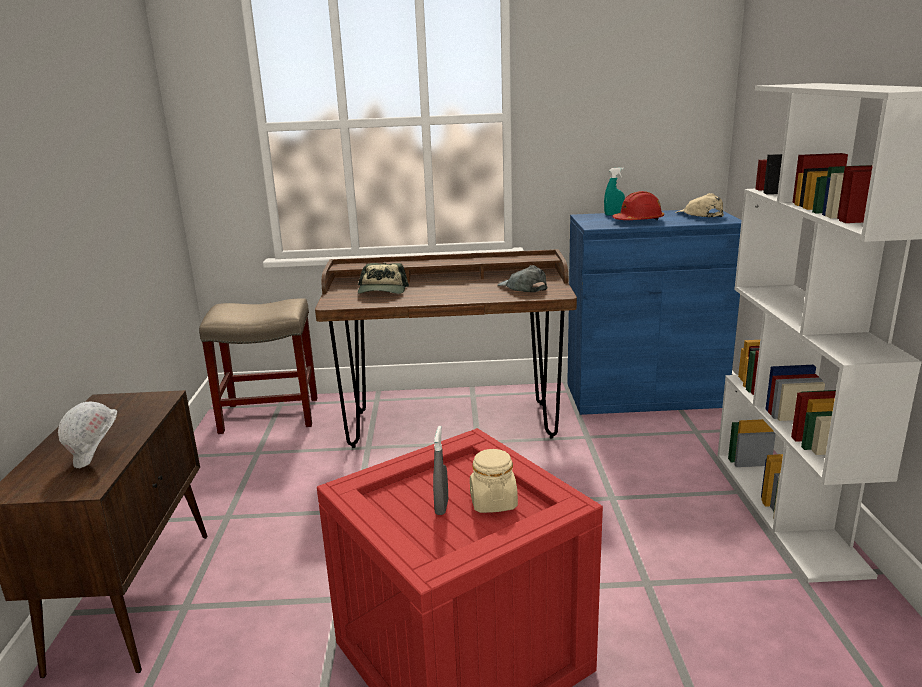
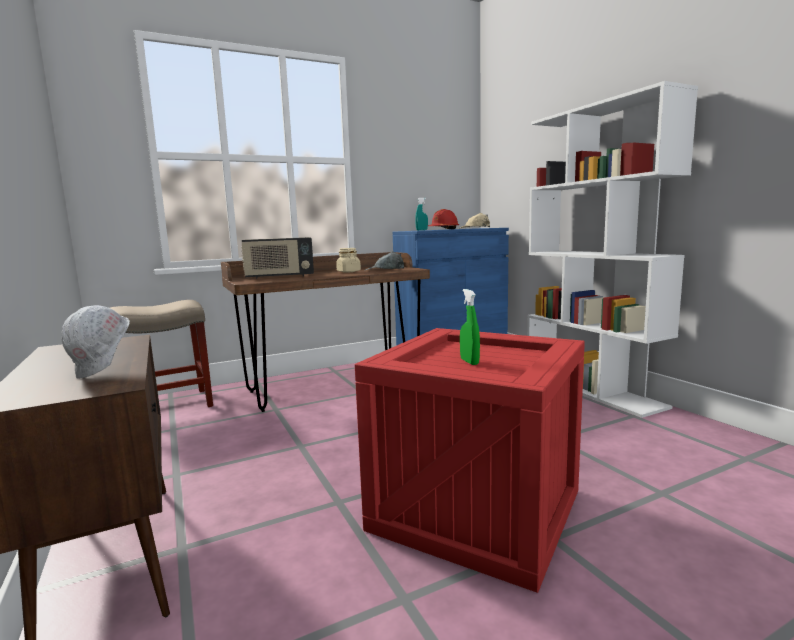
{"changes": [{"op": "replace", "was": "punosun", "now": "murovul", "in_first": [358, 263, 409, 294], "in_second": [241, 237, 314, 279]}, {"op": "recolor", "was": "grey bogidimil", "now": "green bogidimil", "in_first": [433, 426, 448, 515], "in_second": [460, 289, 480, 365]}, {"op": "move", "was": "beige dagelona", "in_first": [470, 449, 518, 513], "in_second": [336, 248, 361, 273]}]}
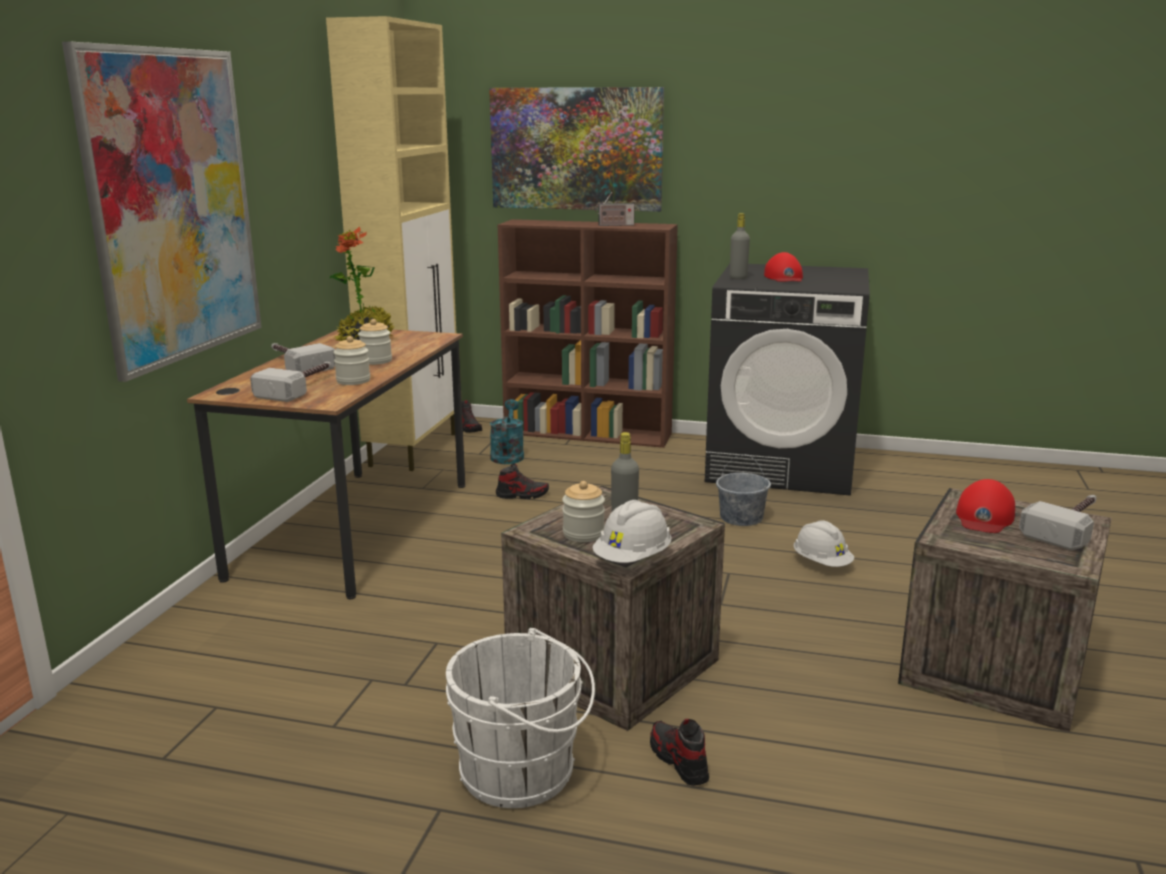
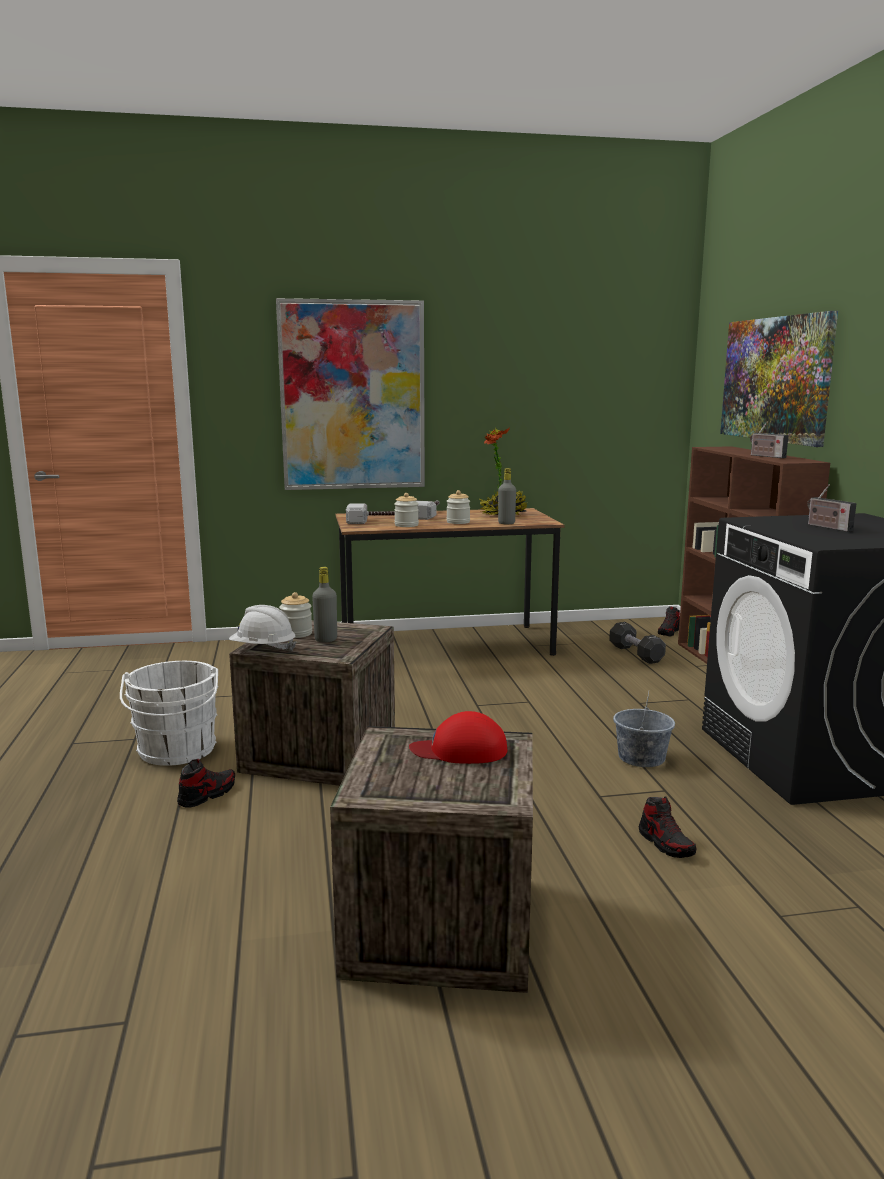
{"changes": [{"op": "delete", "was": "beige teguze", "in_first": [326, 16, 456, 471]}, {"op": "move", "was": "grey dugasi", "in_first": [730, 213, 750, 279], "in_second": [498, 468, 516, 524]}, {"op": "replace", "was": "red punosun", "now": "murovul", "in_first": [764, 252, 803, 282], "in_second": [807, 484, 857, 532]}, {"op": "replace", "was": "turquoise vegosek", "now": "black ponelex", "in_first": [490, 399, 524, 464], "in_second": [609, 622, 666, 664]}, {"op": "move", "was": "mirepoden", "in_first": [496, 464, 549, 499], "in_second": [639, 796, 696, 858]}, {"op": "delete", "was": "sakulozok", "in_first": [1019, 495, 1097, 550]}, {"op": "delete", "was": "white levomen", "in_first": [793, 520, 854, 567]}]}
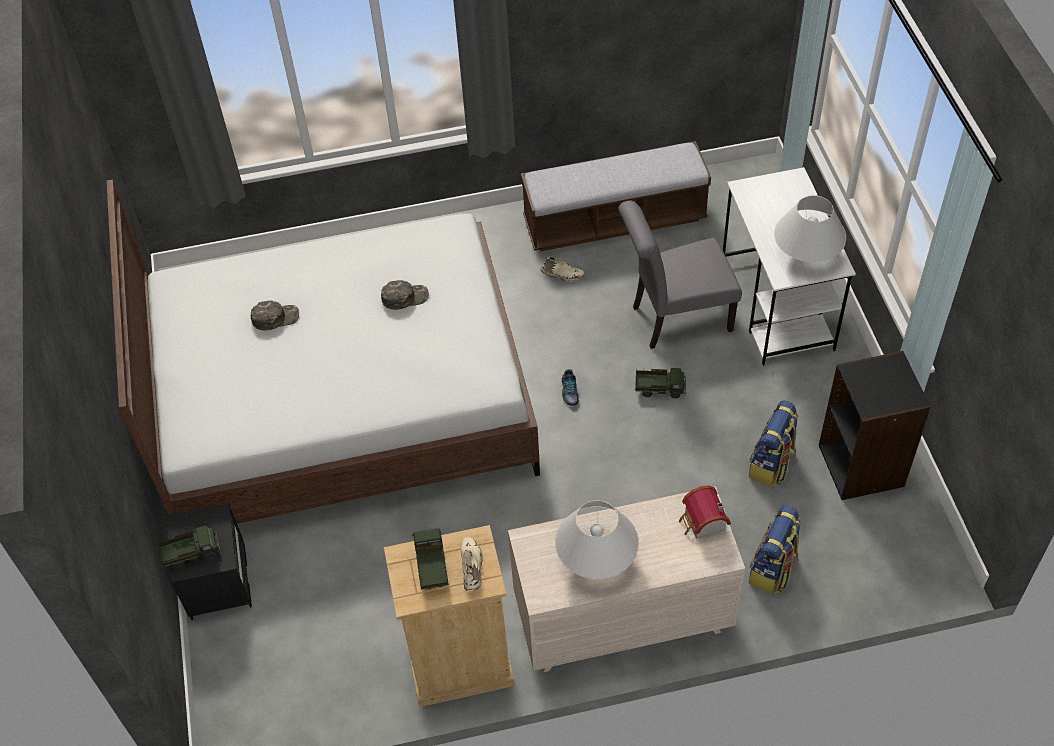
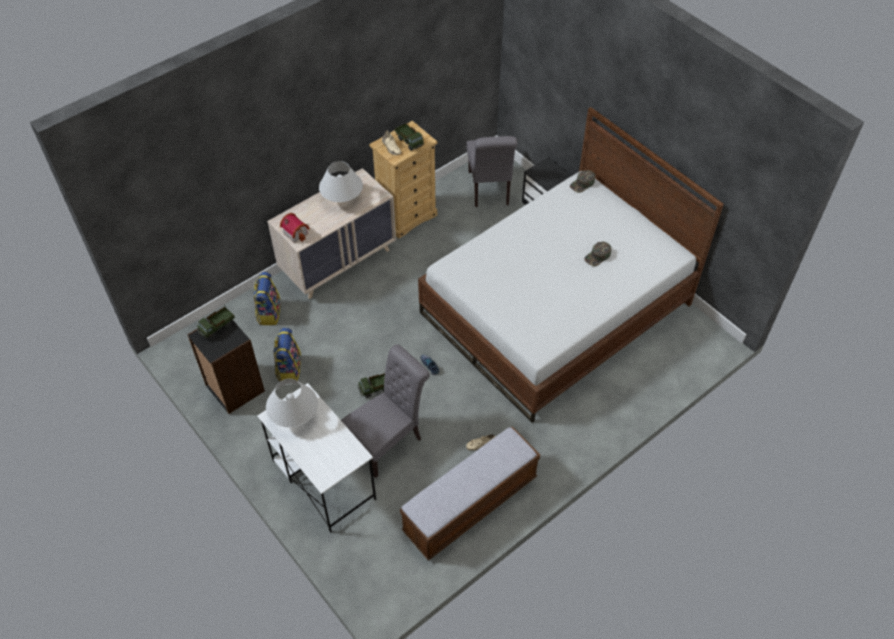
{"changes": [{"op": "move", "was": "green punosun", "in_first": [381, 280, 429, 310], "in_second": [570, 170, 595, 193]}, {"op": "move", "was": "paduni", "in_first": [157, 525, 221, 569], "in_second": [197, 305, 235, 339]}, {"op": "insert", "now": "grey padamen", "in_second": [467, 136, 517, 207]}]}
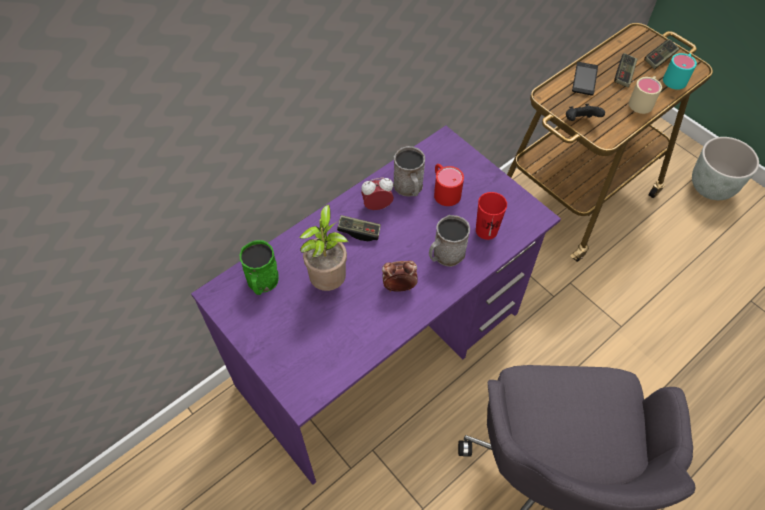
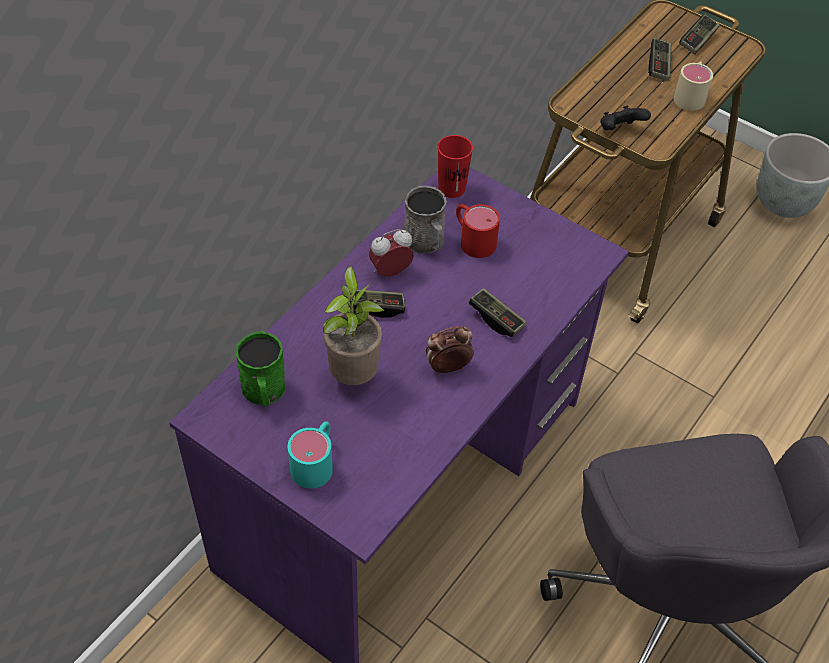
{"changes": [{"op": "move", "was": "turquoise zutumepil", "in_first": [663, 53, 697, 90], "in_second": [288, 421, 333, 489]}, {"op": "delete", "was": "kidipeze", "in_first": [572, 62, 598, 96]}, {"op": "move", "was": "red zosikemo", "in_first": [476, 192, 507, 240], "in_second": [438, 135, 473, 198]}, {"op": "replace", "was": "grey zutumepil", "now": "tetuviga", "in_first": [429, 215, 470, 267], "in_second": [469, 288, 527, 337]}]}
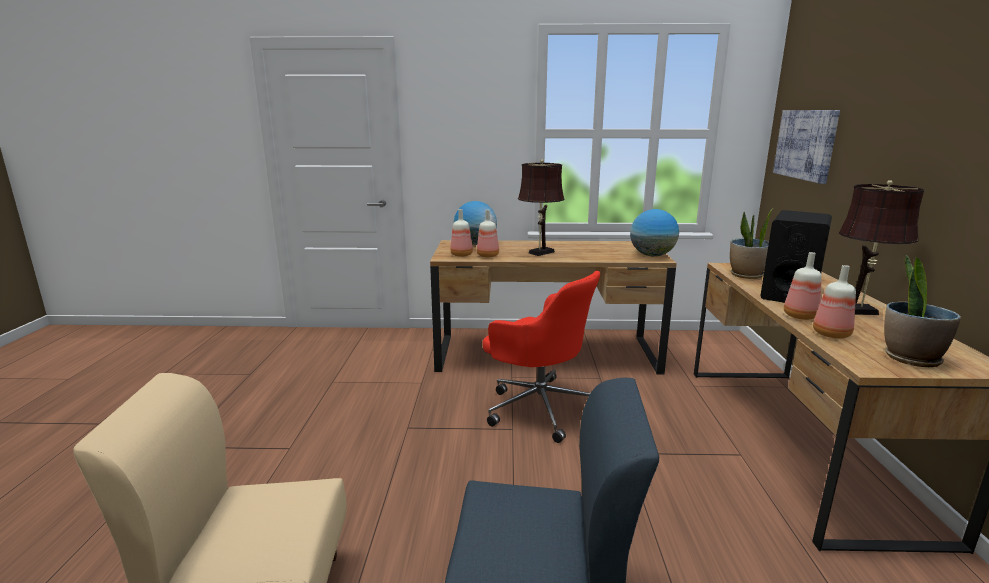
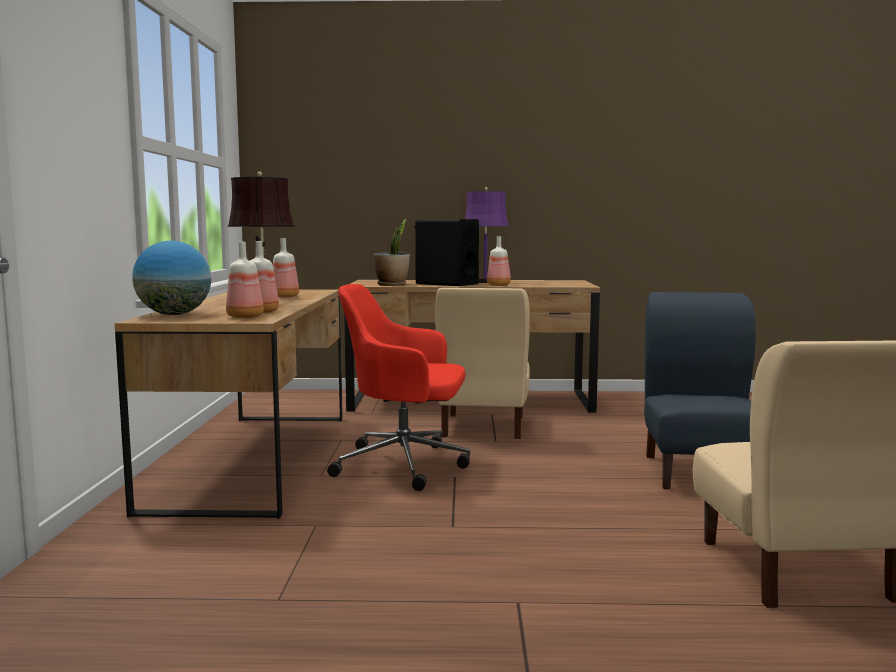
{"changes": [{"op": "delete", "was": "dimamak", "in_first": [773, 110, 840, 184]}, {"op": "recolor", "was": "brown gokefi", "now": "purple gokefi", "in_first": [839, 180, 925, 315], "in_second": [465, 187, 509, 283]}, {"op": "delete", "was": "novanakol", "in_first": [630, 209, 679, 256]}, {"op": "delete", "was": "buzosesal", "in_first": [884, 255, 961, 367]}, {"op": "move", "was": "dugasi", "in_first": [813, 265, 856, 339], "in_second": [273, 238, 299, 298]}, {"op": "rotate", "was": "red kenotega", "in_first": [483, 271, 600, 443], "in_second": [327, 284, 470, 491], "clockwise": -120}, {"op": "insert", "now": "beige padamen", "in_second": [435, 288, 530, 439]}]}
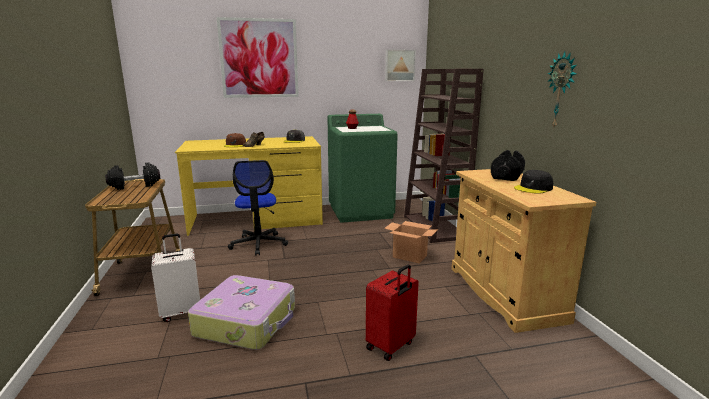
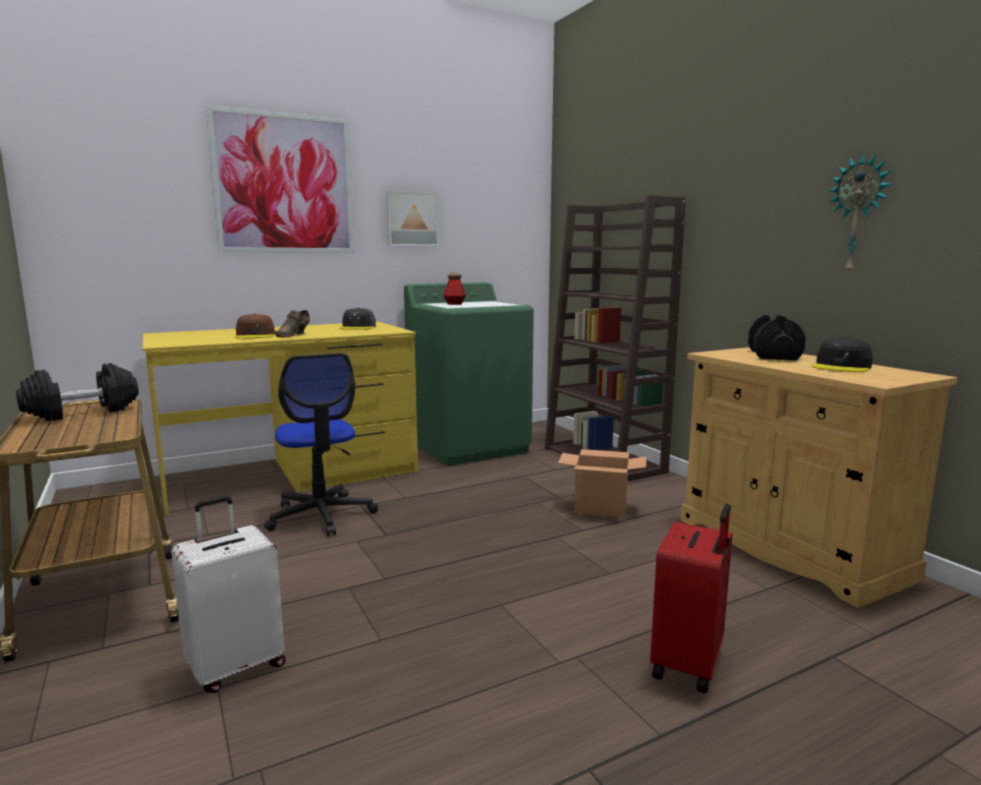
{"changes": [{"op": "move", "was": "dimamak", "in_first": [385, 49, 416, 81], "in_second": [386, 190, 439, 246]}, {"op": "delete", "was": "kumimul", "in_first": [188, 275, 295, 350]}]}
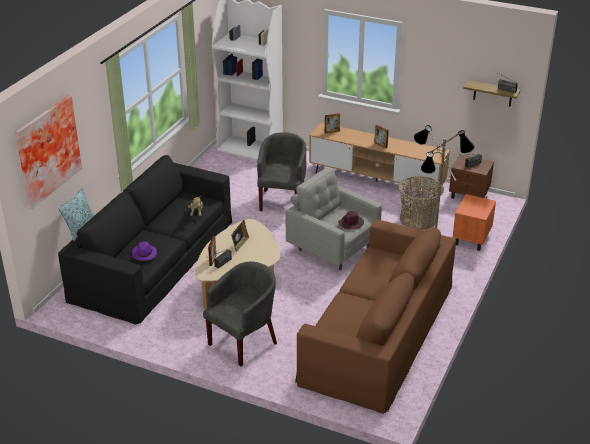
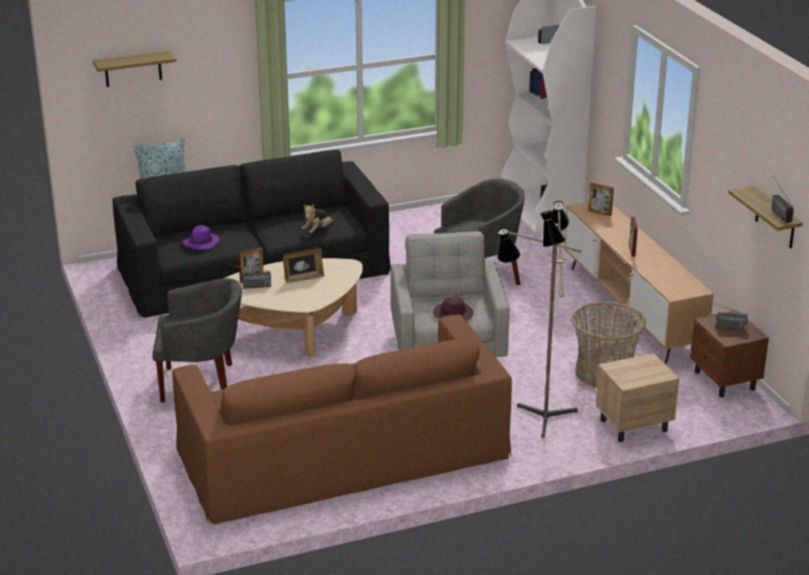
{"changes": [{"op": "replace", "was": "dimamak", "now": "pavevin", "in_first": [15, 95, 82, 209], "in_second": [93, 51, 176, 87]}, {"op": "recolor", "was": "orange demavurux", "now": "beige demavurux", "in_first": [452, 194, 496, 251], "in_second": [596, 353, 679, 442]}]}
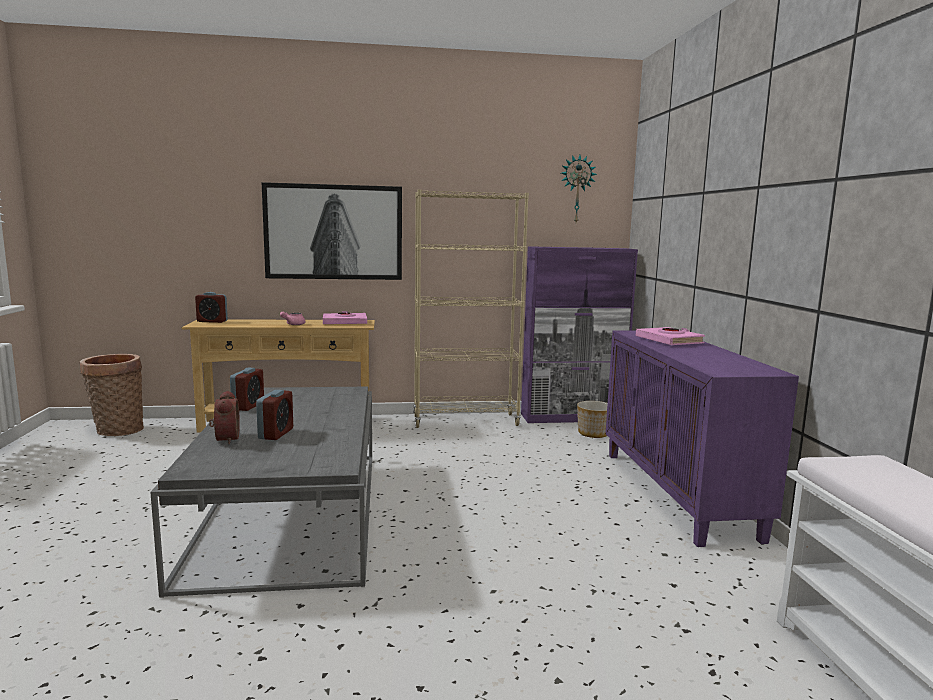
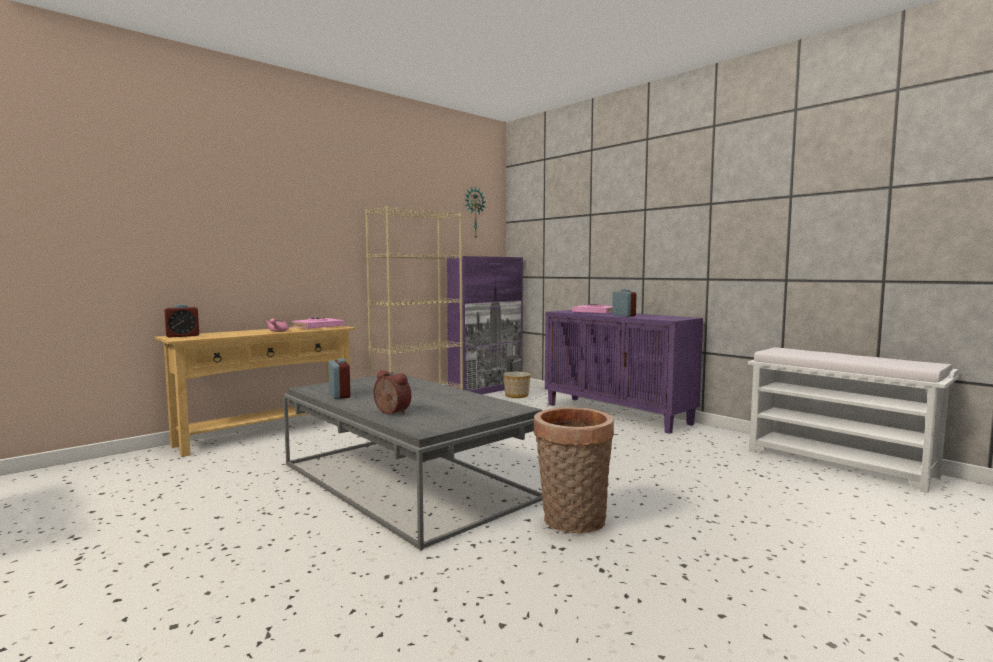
{"changes": [{"op": "delete", "was": "dimamak", "in_first": [261, 182, 402, 280]}, {"op": "move", "was": "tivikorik", "in_first": [80, 354, 144, 436], "in_second": [534, 407, 614, 534]}, {"op": "move", "was": "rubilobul", "in_first": [256, 390, 293, 440], "in_second": [612, 289, 636, 317]}]}
